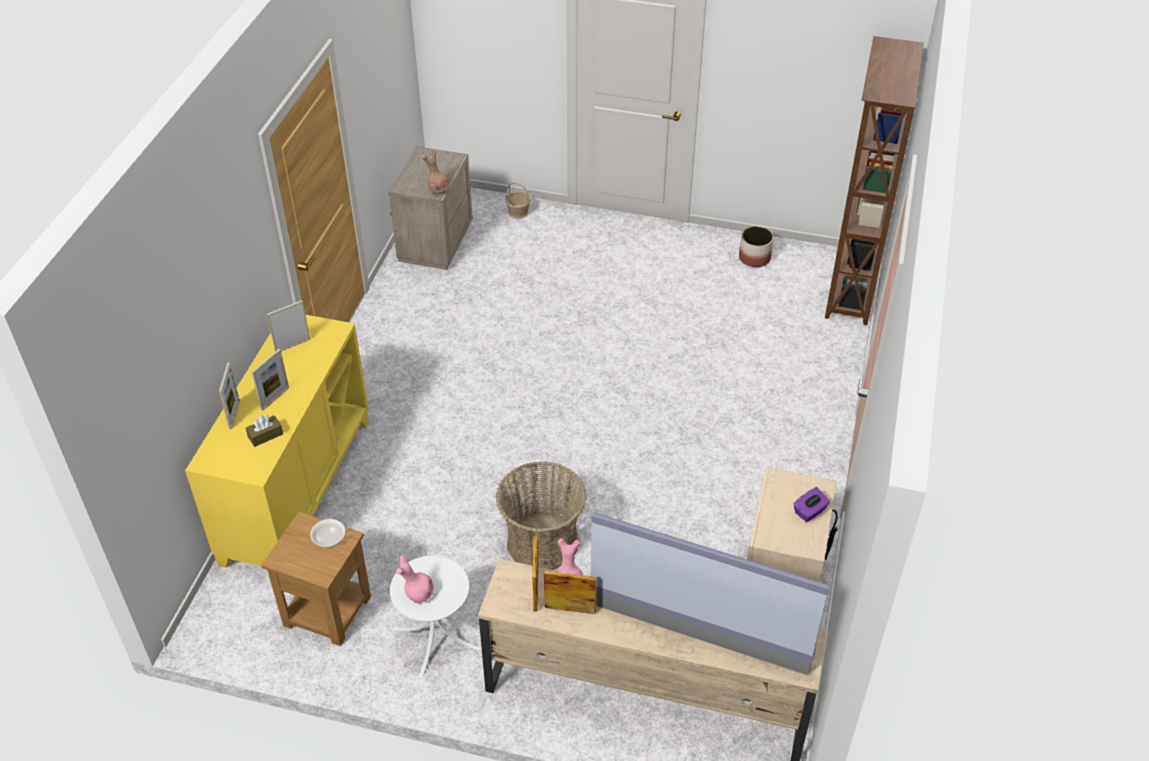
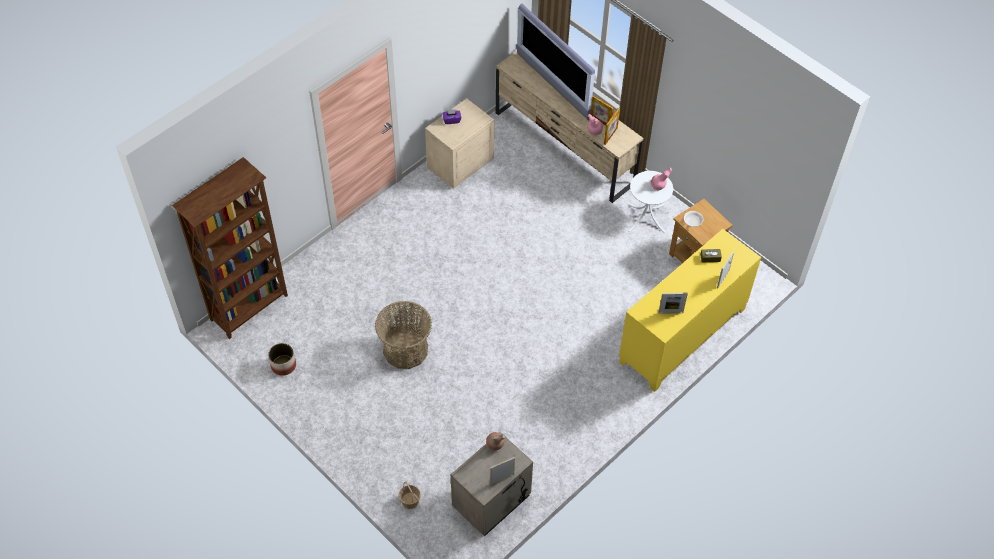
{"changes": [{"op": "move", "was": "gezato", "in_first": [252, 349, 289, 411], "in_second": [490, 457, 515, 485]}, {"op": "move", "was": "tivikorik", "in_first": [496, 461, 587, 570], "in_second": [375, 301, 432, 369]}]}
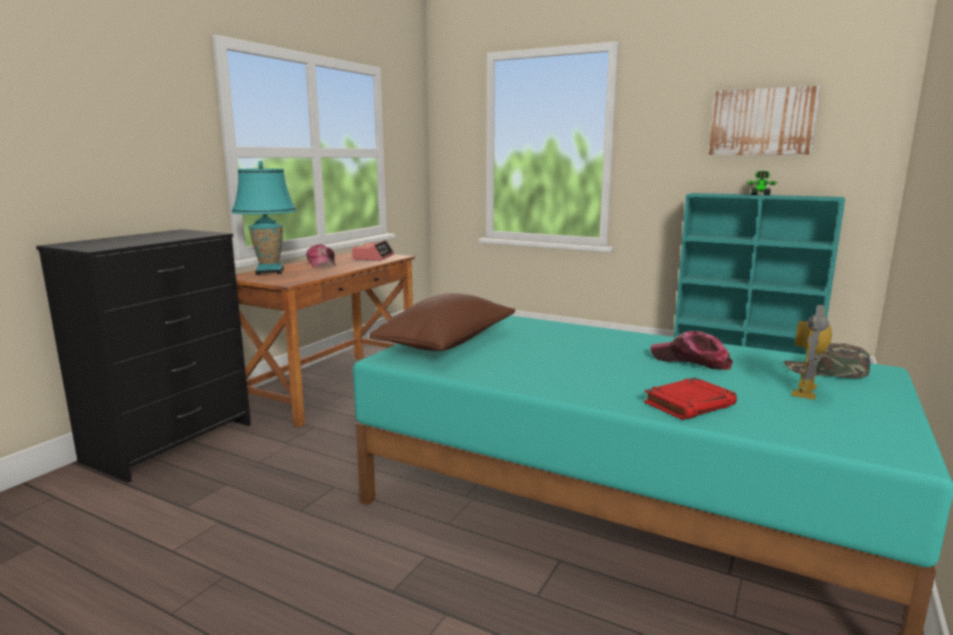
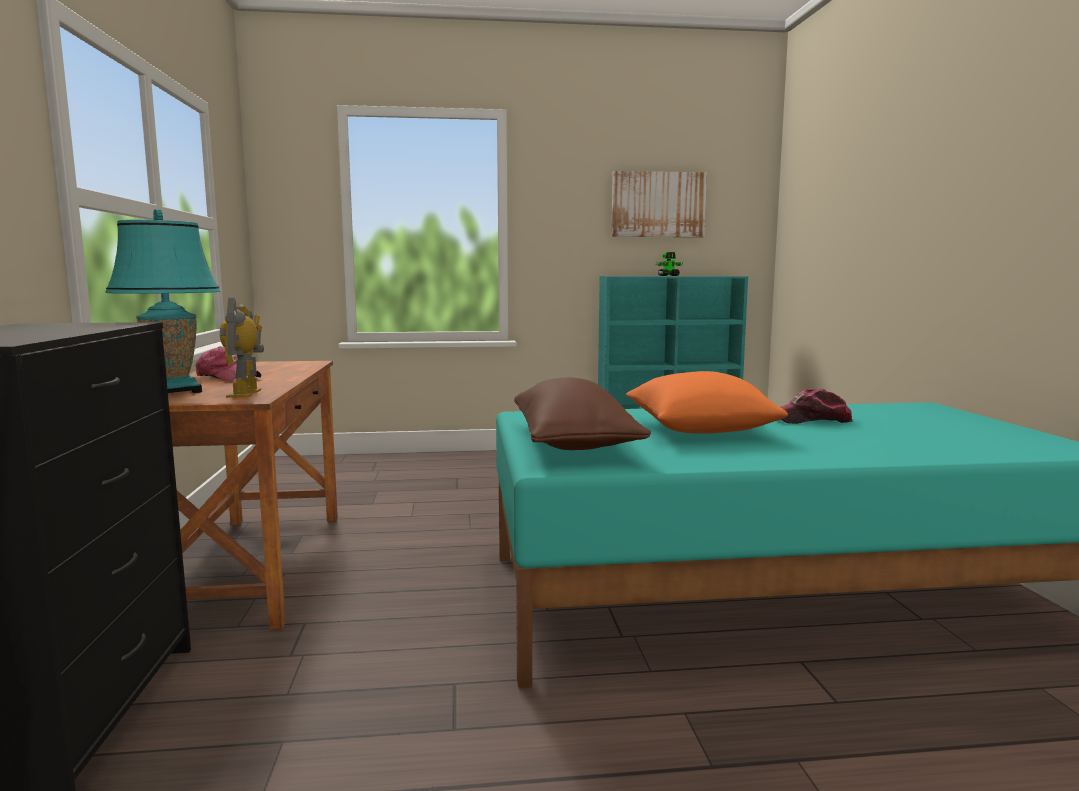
{"changes": [{"op": "delete", "was": "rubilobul", "in_first": [352, 240, 394, 261]}, {"op": "move", "was": "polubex", "in_first": [791, 305, 832, 400], "in_second": [220, 298, 264, 398]}, {"op": "delete", "was": "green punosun", "in_first": [784, 343, 870, 378]}, {"op": "delete", "was": "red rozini", "in_first": [644, 377, 737, 420]}, {"op": "insert", "now": "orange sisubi", "in_second": [626, 371, 788, 434]}]}
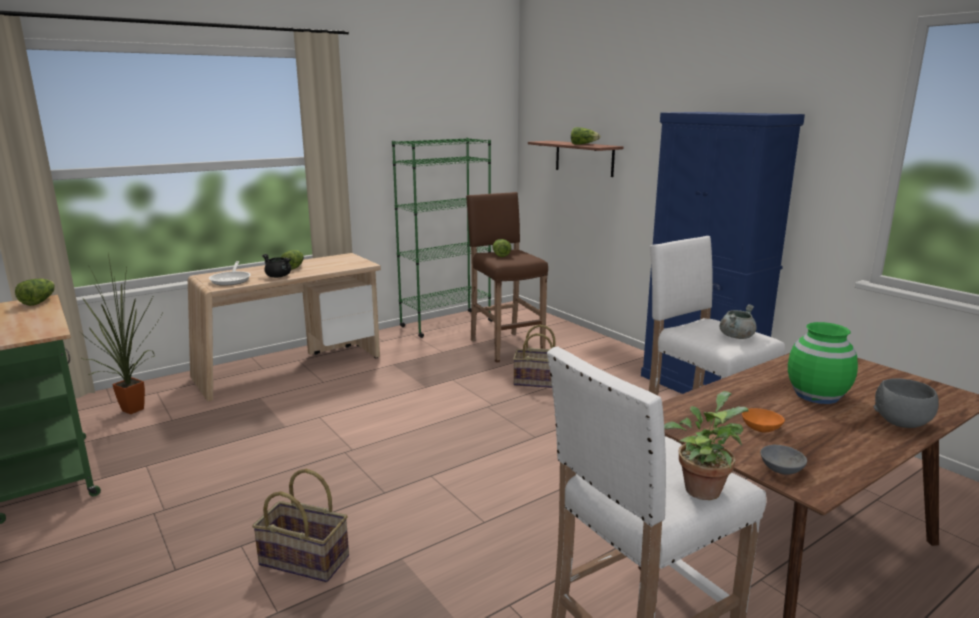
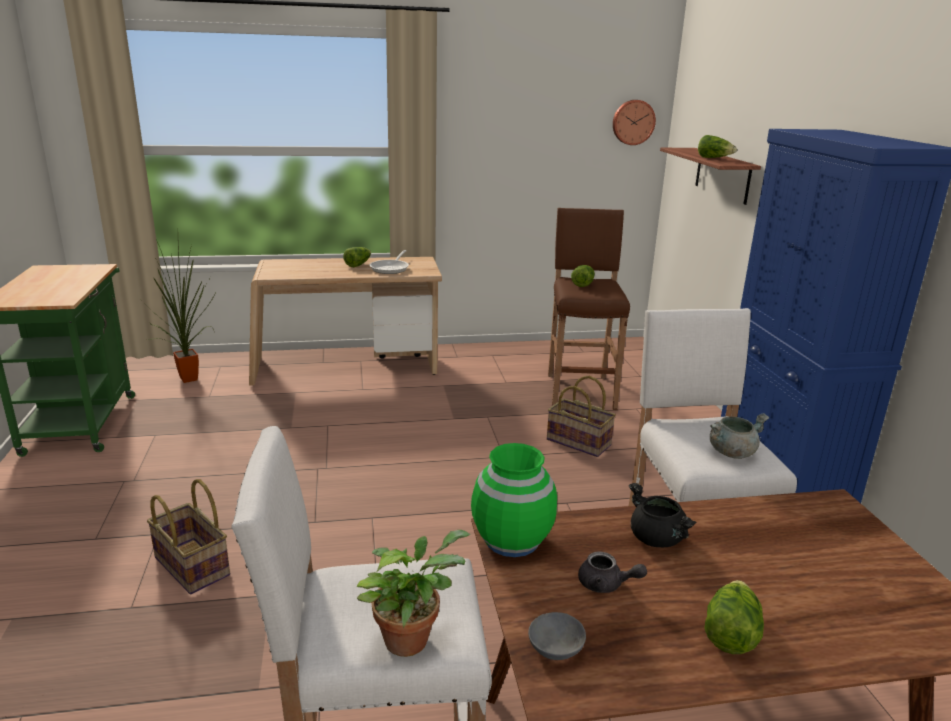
{"changes": [{"op": "delete", "was": "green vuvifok", "in_first": [392, 138, 492, 338]}, {"op": "move", "was": "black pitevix", "in_first": [261, 254, 291, 278], "in_second": [629, 483, 696, 547]}, {"op": "move", "was": "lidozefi", "in_first": [209, 261, 251, 286], "in_second": [370, 250, 409, 274]}, {"op": "move", "was": "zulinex", "in_first": [15, 279, 55, 306], "in_second": [704, 580, 764, 654]}, {"op": "move", "was": "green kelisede", "in_first": [788, 322, 858, 404], "in_second": [471, 443, 557, 557]}, {"op": "delete", "was": "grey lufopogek", "in_first": [873, 379, 939, 428]}, {"op": "replace", "was": "orange lufopogek", "now": "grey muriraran", "in_first": [742, 408, 785, 432], "in_second": [578, 552, 647, 593]}, {"op": "insert", "now": "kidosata", "in_second": [613, 100, 656, 145]}]}
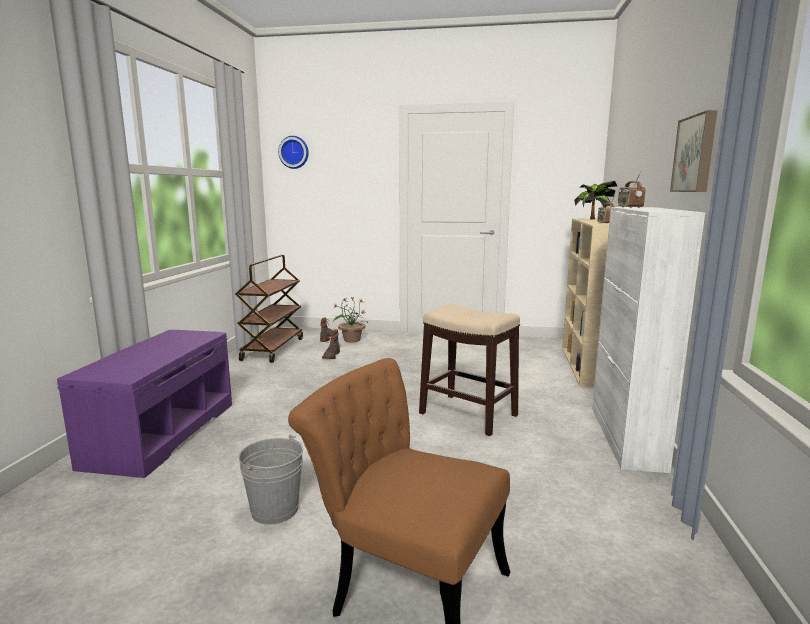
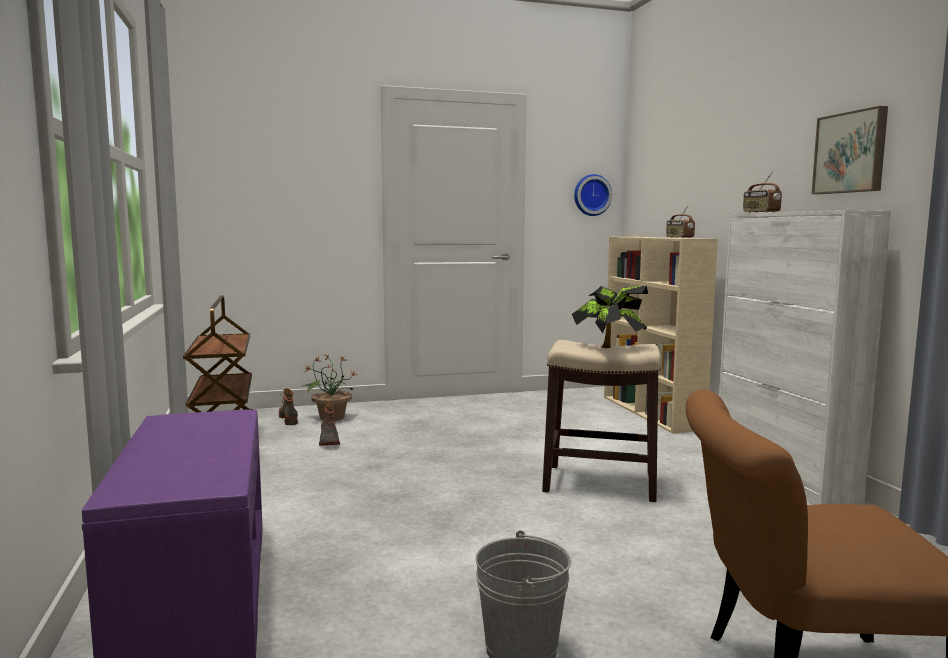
{"changes": [{"op": "move", "was": "kidosata", "in_first": [278, 136, 309, 169], "in_second": [574, 174, 612, 216]}, {"op": "move", "was": "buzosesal", "in_first": [574, 181, 617, 219], "in_second": [572, 285, 648, 348]}]}
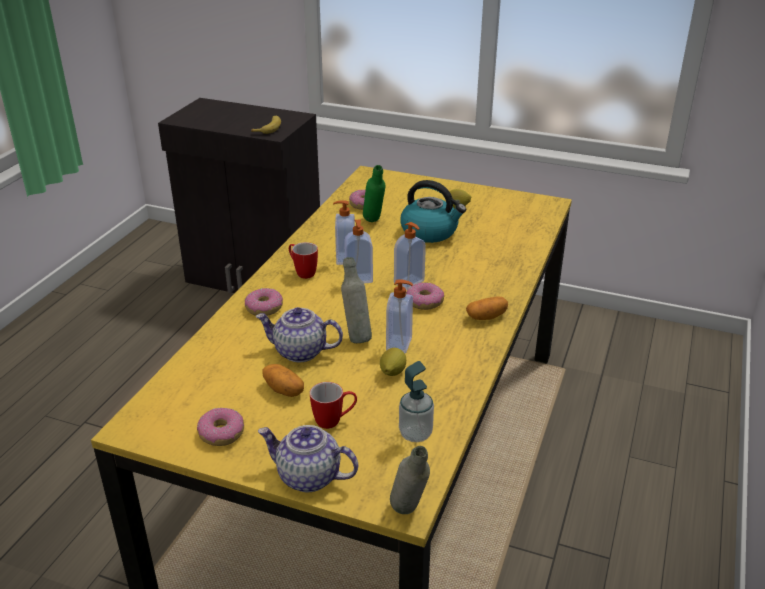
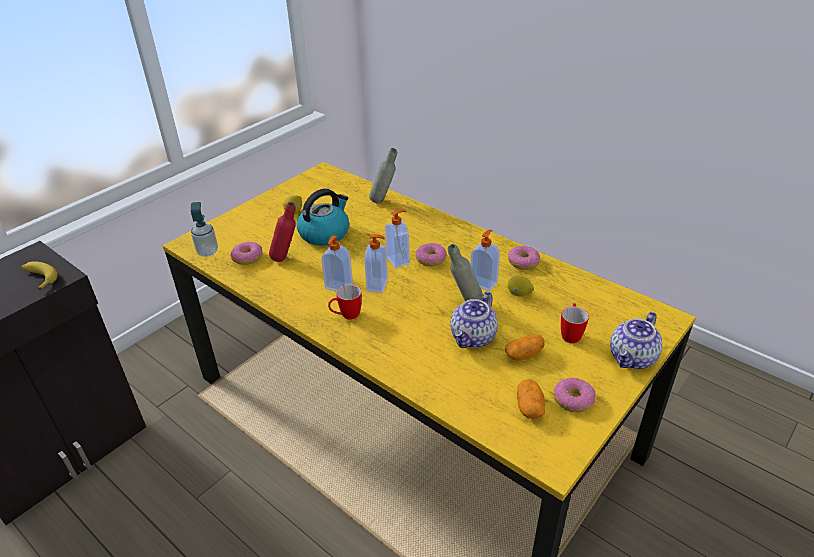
{"changes": [{"op": "recolor", "was": "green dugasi", "now": "red dugasi", "in_first": [363, 165, 385, 222], "in_second": [269, 202, 296, 262]}, {"op": "move", "was": "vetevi", "in_first": [245, 288, 283, 316], "in_second": [508, 246, 540, 270]}, {"op": "move", "was": "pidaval", "in_first": [466, 296, 508, 320], "in_second": [517, 379, 545, 419]}, {"op": "move", "was": "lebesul", "in_first": [399, 361, 434, 442], "in_second": [191, 202, 218, 257]}, {"op": "move", "was": "grey dugasi", "in_first": [390, 446, 430, 514], "in_second": [369, 148, 397, 204]}]}
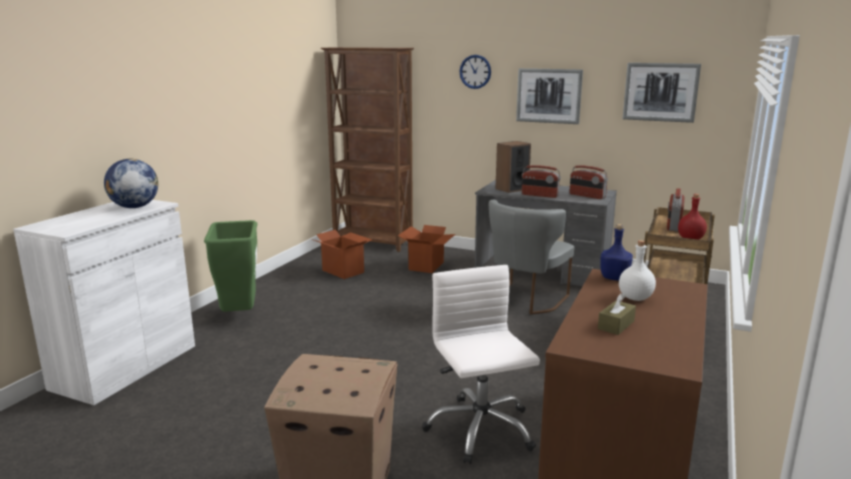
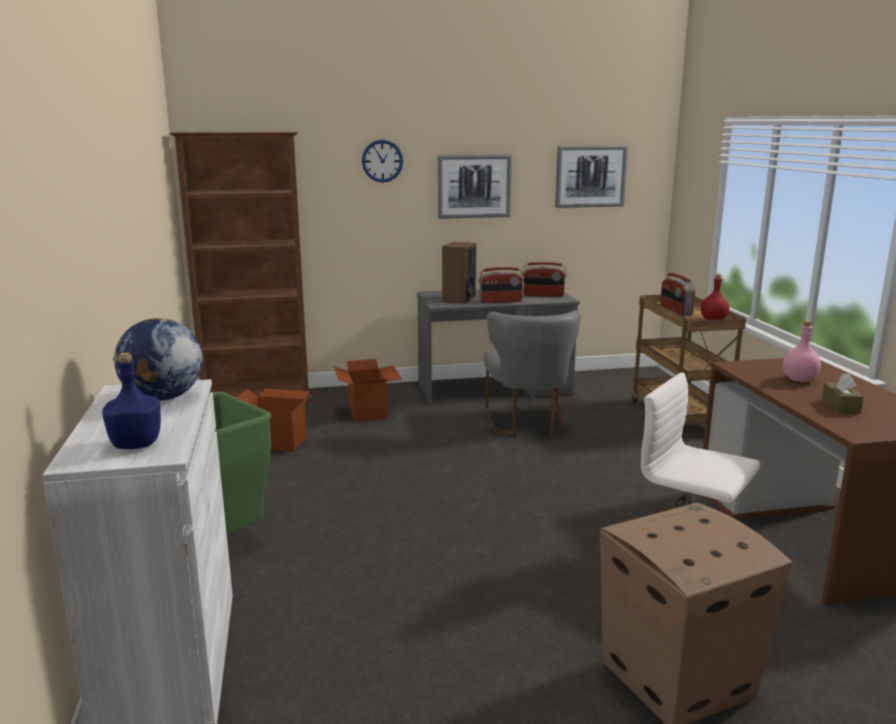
{"changes": [{"op": "move", "was": "blue dugasi", "in_first": [600, 224, 633, 281], "in_second": [102, 352, 161, 449]}, {"op": "recolor", "was": "white dugasi", "now": "pink dugasi", "in_first": [619, 240, 656, 301], "in_second": [783, 321, 821, 382]}]}
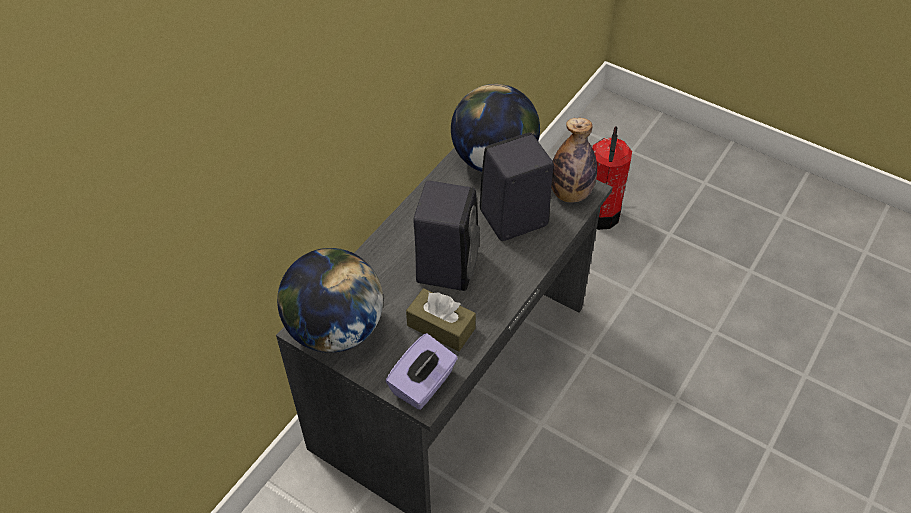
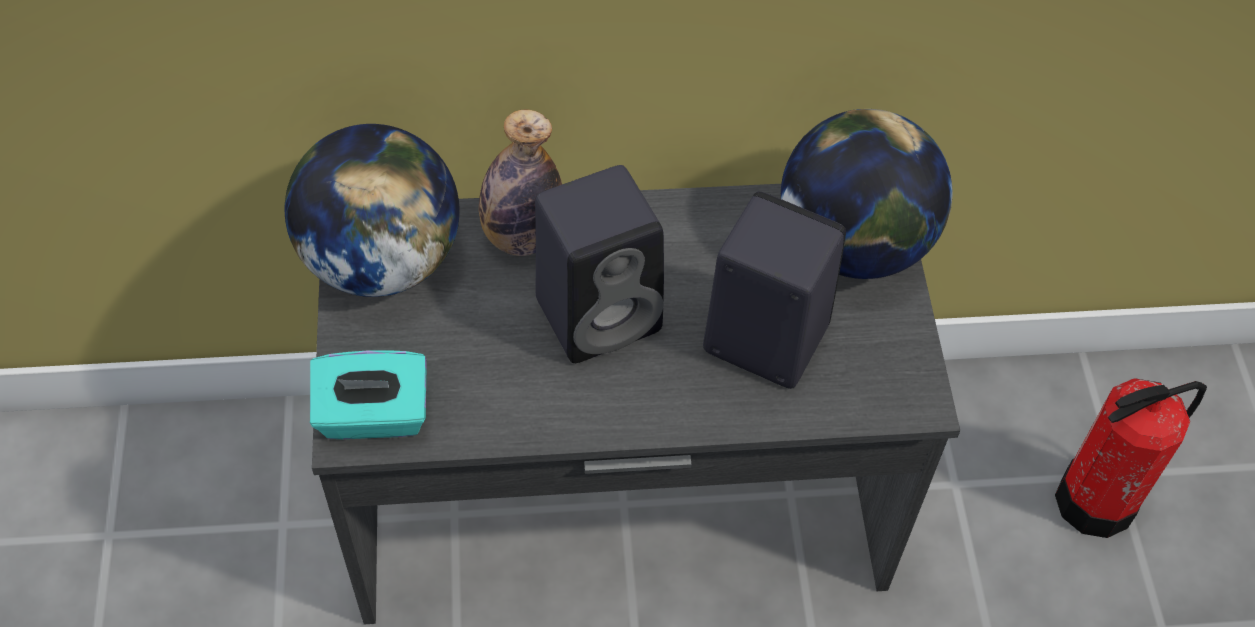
{"changes": [{"op": "move", "was": "dugasi", "in_first": [551, 118, 597, 203], "in_second": [479, 109, 562, 256]}, {"op": "delete", "was": "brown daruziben", "in_first": [406, 288, 476, 351]}, {"op": "recolor", "was": "purple daruziben", "now": "turquoise daruziben", "in_first": [386, 333, 458, 410], "in_second": [310, 350, 427, 439]}]}
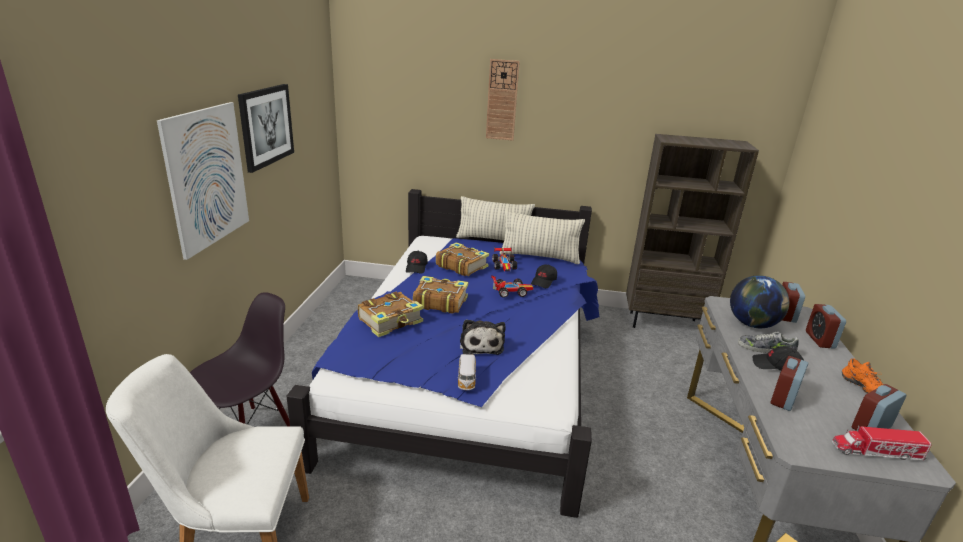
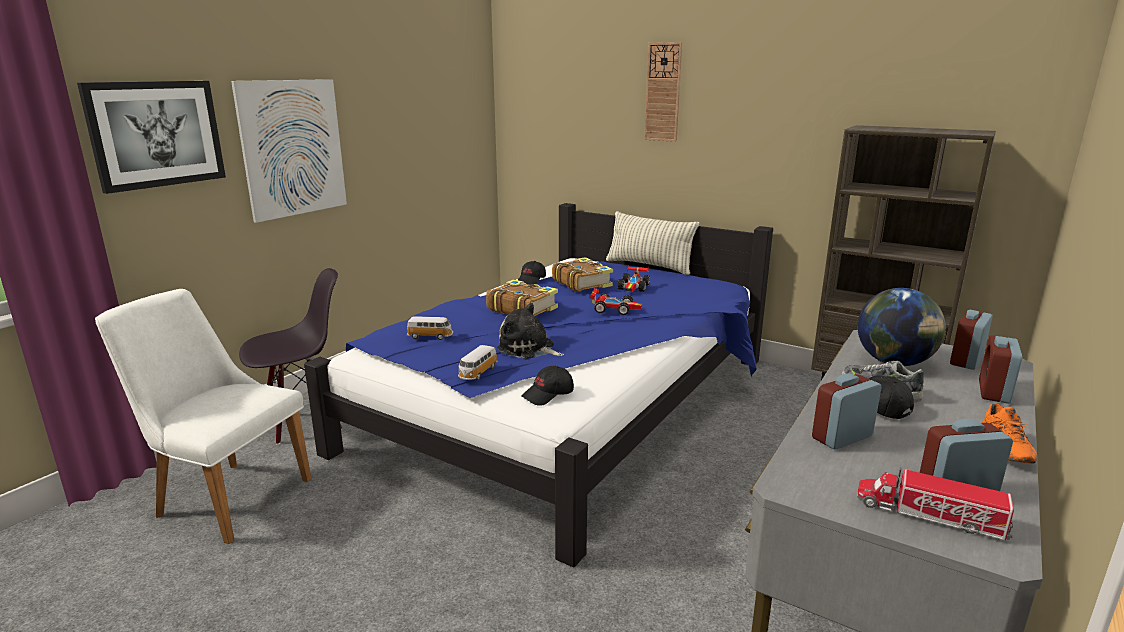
{"changes": [{"op": "move", "was": "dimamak", "in_first": [238, 84, 294, 173], "in_second": [77, 81, 226, 194]}, {"op": "delete", "was": "sisubi", "in_first": [499, 210, 585, 264]}, {"op": "move", "was": "black punosun", "in_first": [531, 264, 557, 288], "in_second": [521, 366, 574, 406]}, {"op": "delete", "was": "rozini", "in_first": [358, 292, 423, 337]}, {"op": "rotate", "was": "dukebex", "in_first": [460, 319, 506, 355], "in_second": [497, 303, 564, 359], "clockwise": 105}, {"op": "insert", "now": "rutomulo", "in_second": [407, 316, 453, 340]}]}
